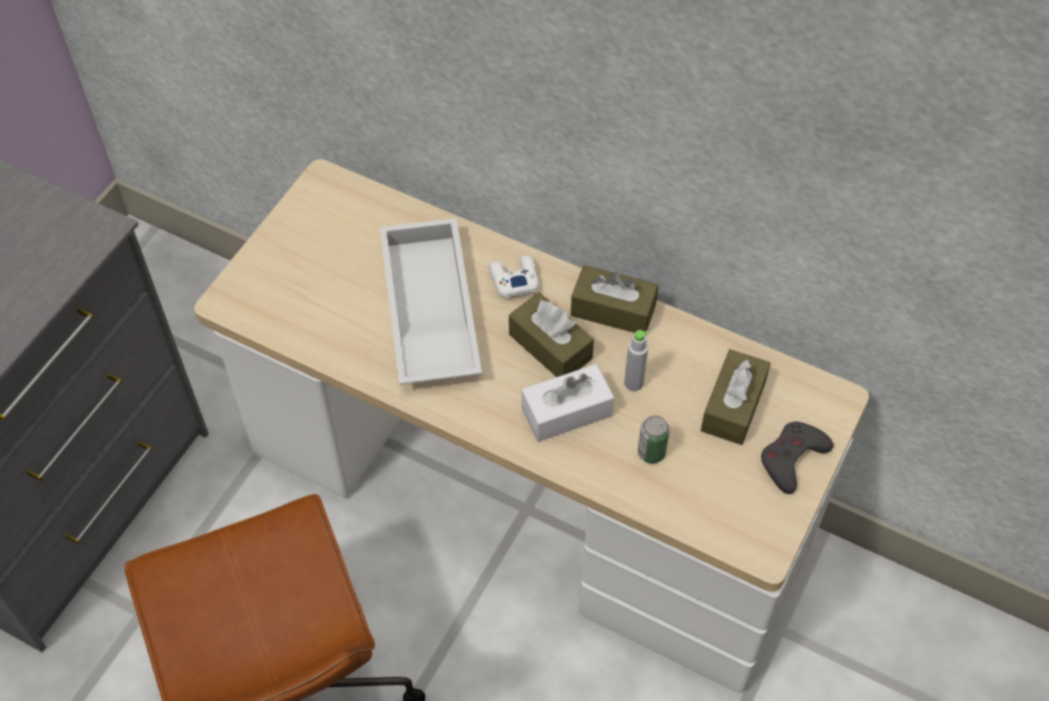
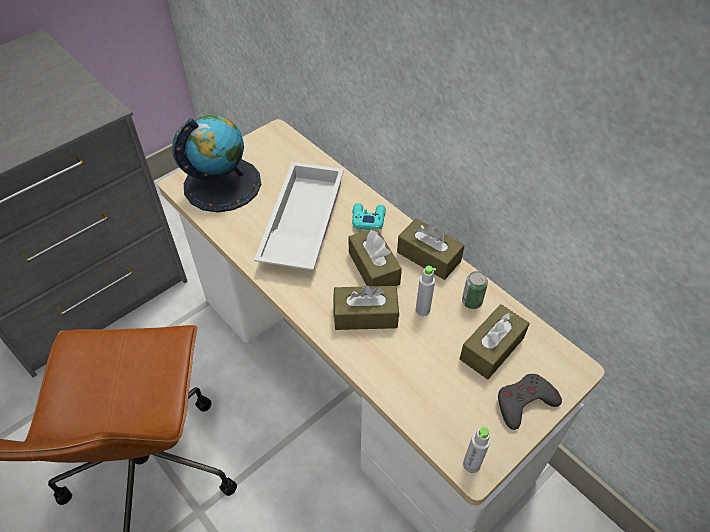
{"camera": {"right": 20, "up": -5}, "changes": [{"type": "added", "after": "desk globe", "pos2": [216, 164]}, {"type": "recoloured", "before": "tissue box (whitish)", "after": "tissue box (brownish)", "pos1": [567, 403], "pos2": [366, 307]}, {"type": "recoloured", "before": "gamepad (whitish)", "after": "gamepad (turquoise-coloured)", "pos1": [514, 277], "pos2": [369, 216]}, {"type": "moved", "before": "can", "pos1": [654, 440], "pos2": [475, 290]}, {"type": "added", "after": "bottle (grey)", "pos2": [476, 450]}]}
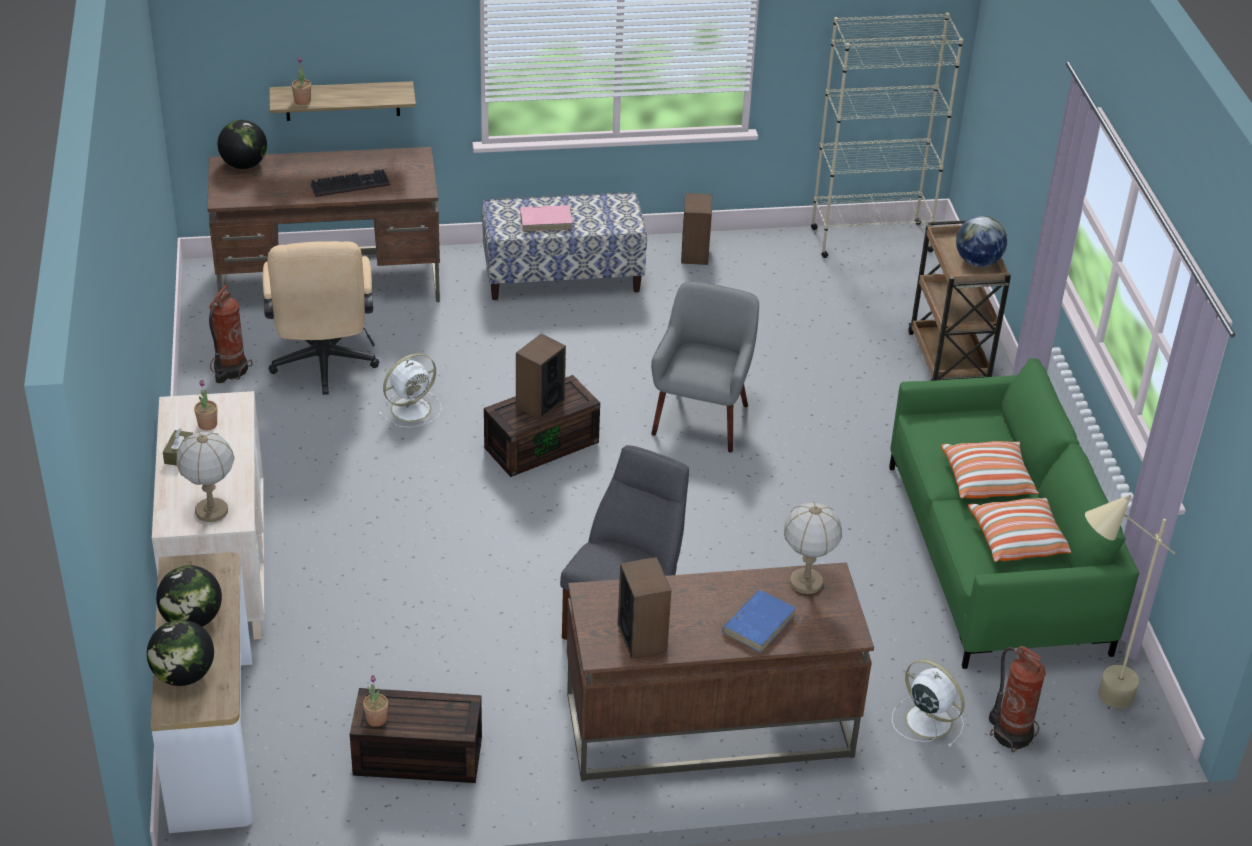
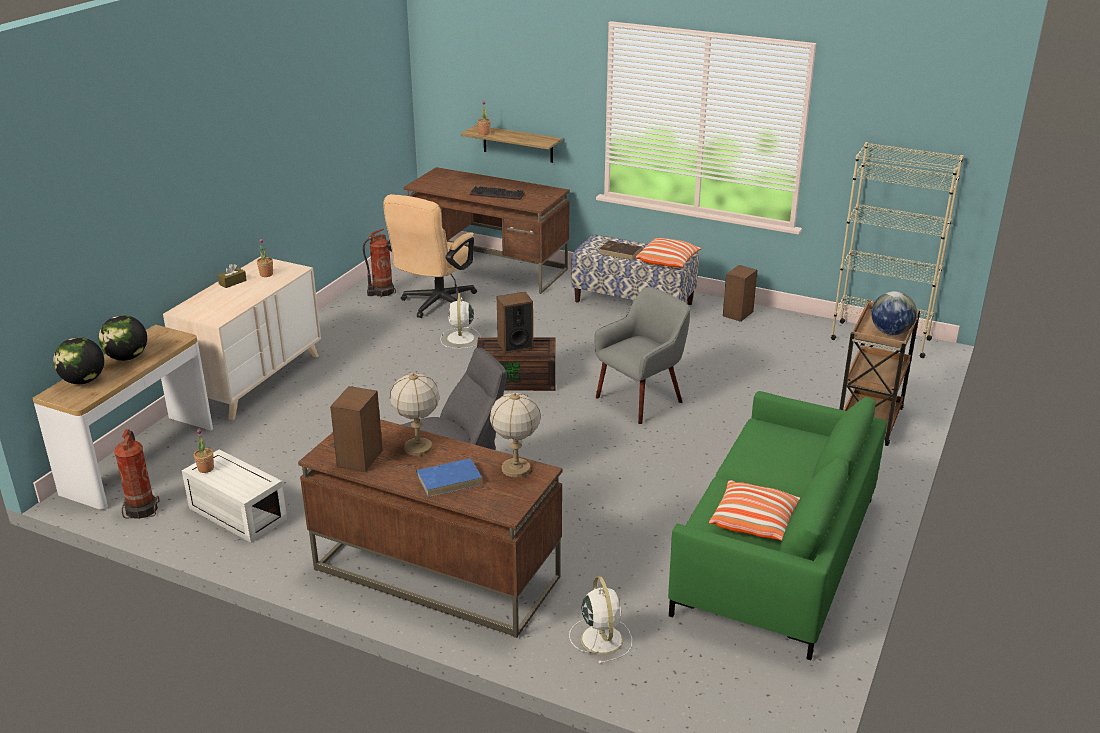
{"camera": {"right": 35, "up": -10}, "changes": [{"type": "moved", "before": "extinguisher", "pos1": [1017, 699], "pos2": [137, 474]}, {"type": "recoloured", "before": "storage box (brownish)", "after": "storage box (whitish)", "pos1": [416, 735], "pos2": [234, 496]}, {"type": "moved", "before": "table lamp", "pos1": [205, 477], "pos2": [415, 414]}, {"type": "turned", "before": "cooling fan (whitish)", "pos1": [410, 390], "pos2": [460, 321], "turn": 90}, {"type": "recoloured", "before": "bound book (pinkish)", "after": "bound book (brownish)", "pos1": [546, 218], "pos2": [621, 250]}, {"type": "moved", "before": "pillow", "pos1": [990, 470], "pos2": [668, 252]}, {"type": "removed", "before": "desk globe", "pos1": [242, 144]}, {"type": "removed", "before": "floor lamp (beige)", "pos1": [1130, 601]}]}
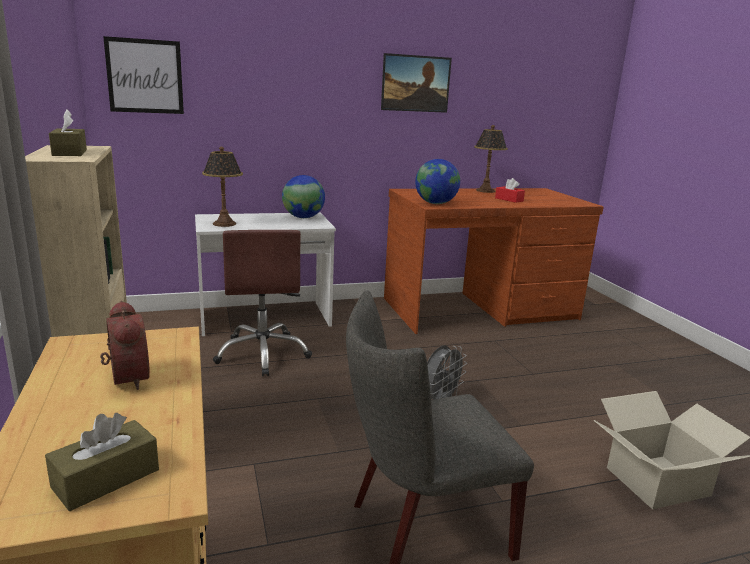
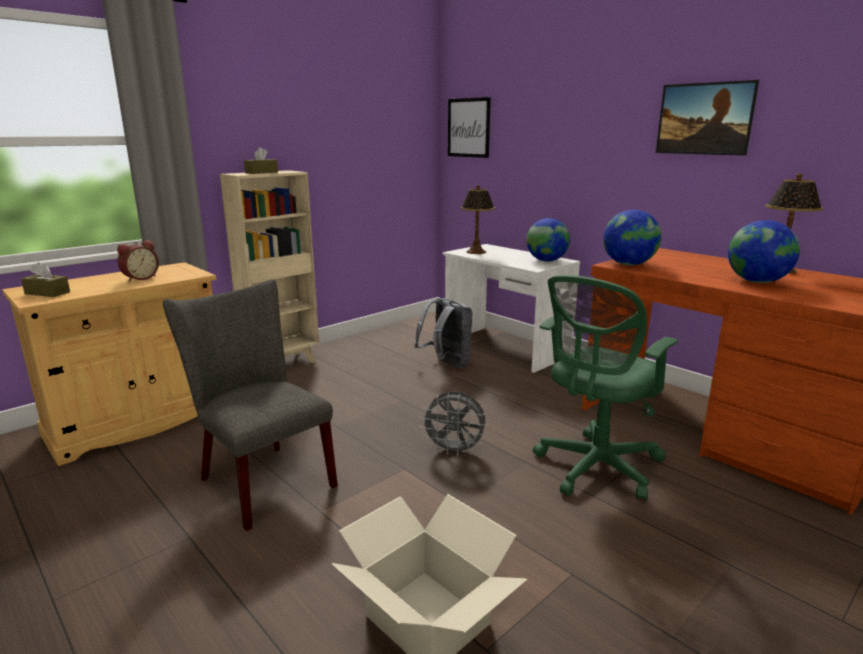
{"camera": {"right": 65, "up": 0}, "changes": [{"type": "replaced", "before": "desk chair (brownish)", "after": "rucksack (grey)", "pos1": [262, 303], "pos2": [443, 333]}, {"type": "added", "after": "desk chair (green)", "pos2": [605, 388]}, {"type": "replaced", "before": "tissue box (red-coloured)", "after": "desk globe", "pos1": [510, 190], "pos2": [764, 251]}]}
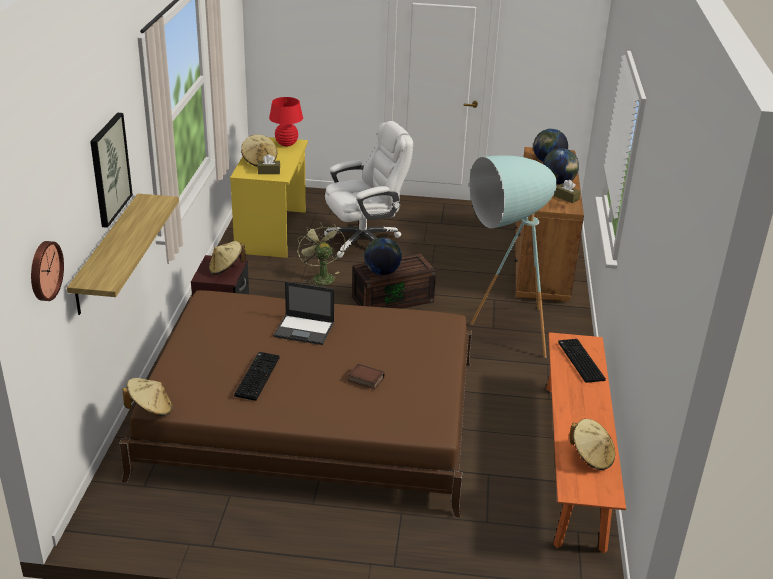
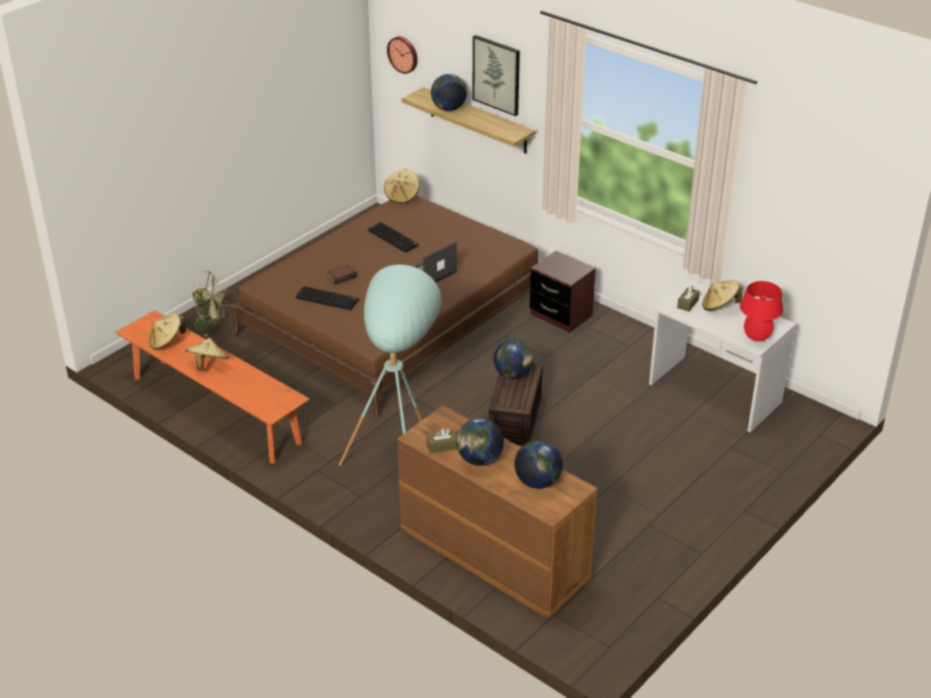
{"camera": {"right": 125, "up": 5}, "changes": [{"type": "moved", "before": "clothing hat (beige)", "pos1": [227, 258], "pos2": [207, 354]}, {"type": "moved", "before": "cooling fan (green)", "pos1": [321, 255], "pos2": [209, 304]}, {"type": "moved", "before": "PC keyboard", "pos1": [582, 361], "pos2": [327, 298]}, {"type": "added", "after": "desk globe", "pos2": [449, 92]}, {"type": "recoloured", "before": "desk (yellow-coloured)", "after": "desk (whitish)", "pos1": [269, 197], "pos2": [722, 355]}, {"type": "removed", "before": "desk chair (whitish)", "pos1": [368, 189]}]}
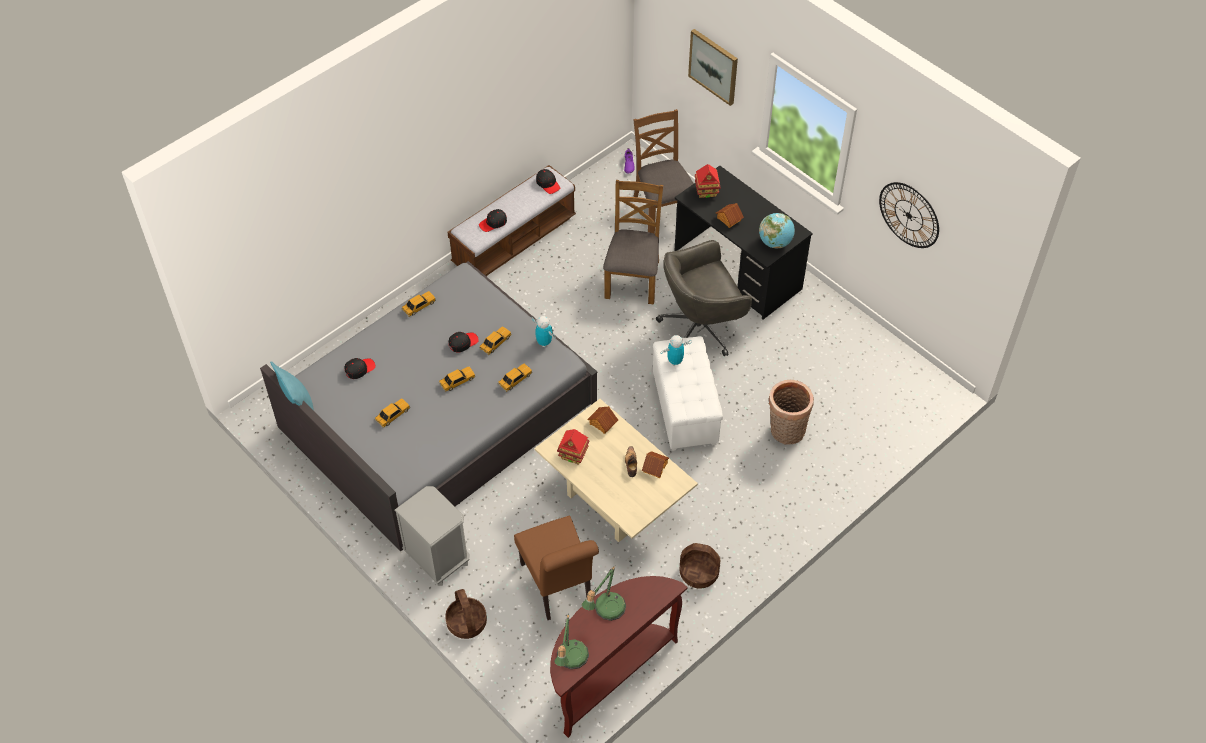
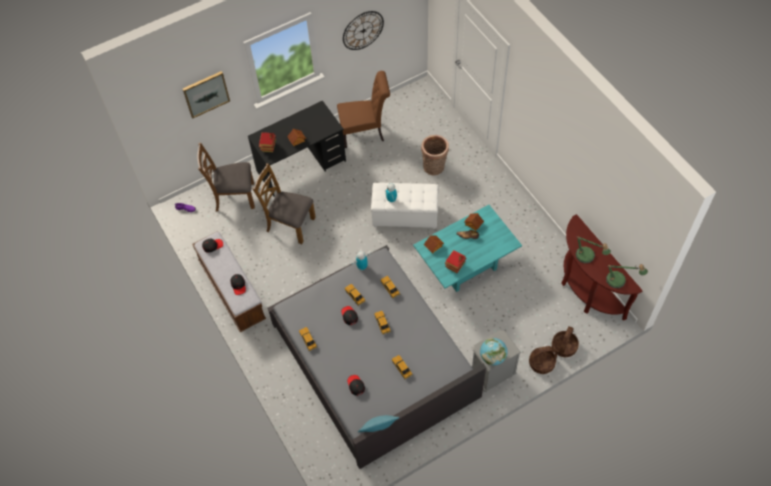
{"camera": {"right": -75, "up": 5}, "changes": [{"type": "moved", "before": "upright chair (brownish)", "pos1": [556, 568], "pos2": [363, 109]}, {"type": "recoloured", "before": "lounge table (beige)", "after": "lounge table (turquoise-coloured)", "pos1": [616, 470], "pos2": [467, 248]}, {"type": "moved", "before": "desk globe", "pos1": [777, 230], "pos2": [494, 352]}, {"type": "moved", "before": "household basket", "pos1": [700, 566], "pos2": [565, 341]}, {"type": "removed", "before": "desk chair (grey)", "pos1": [704, 298]}]}
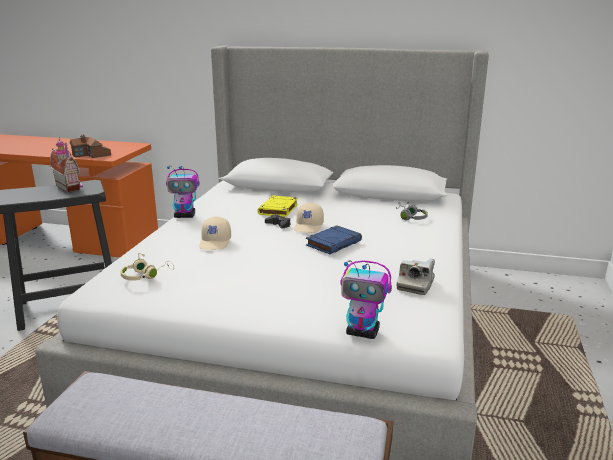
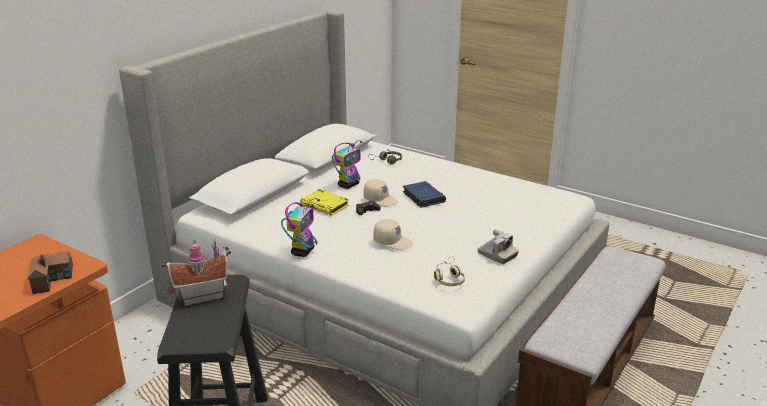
{"camera": {"right": -70, "up": 5}, "changes": [{"type": "moved", "before": "toy robot", "pos1": [366, 299], "pos2": [347, 164]}, {"type": "moved", "before": "photo camera", "pos1": [416, 276], "pos2": [498, 246]}]}
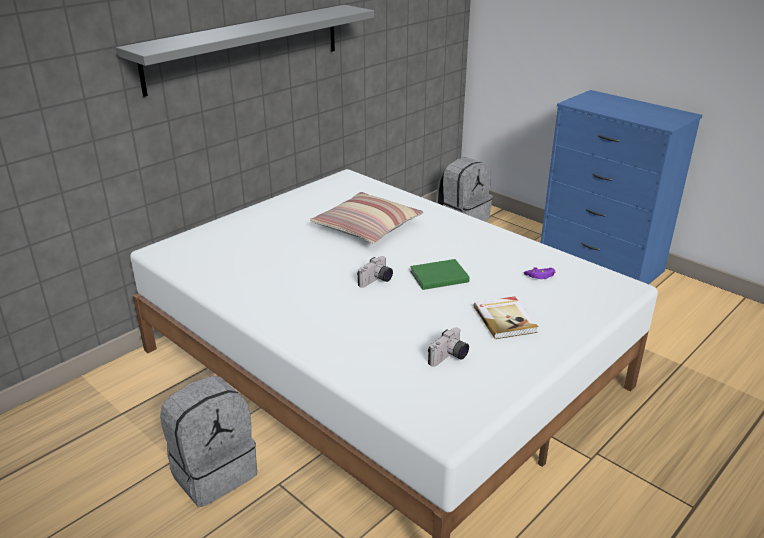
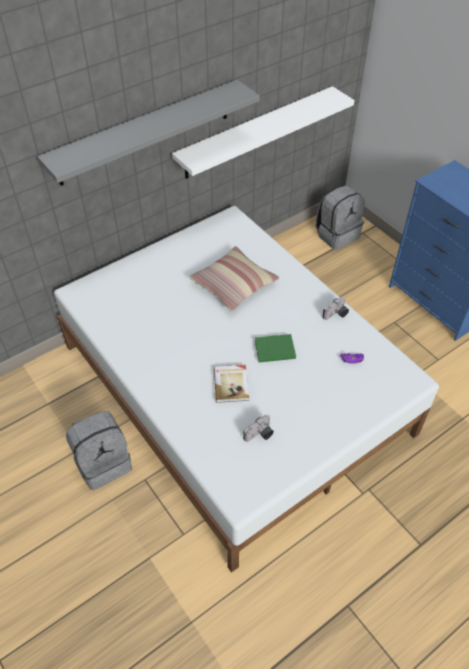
{"camera": {"right": 10, "up": 20}, "changes": [{"type": "added", "after": "shelf (whitish)", "pos2": [263, 132]}, {"type": "moved", "before": "bound book", "pos1": [505, 317], "pos2": [231, 384]}, {"type": "moved", "before": "photo camera", "pos1": [375, 272], "pos2": [335, 308]}]}
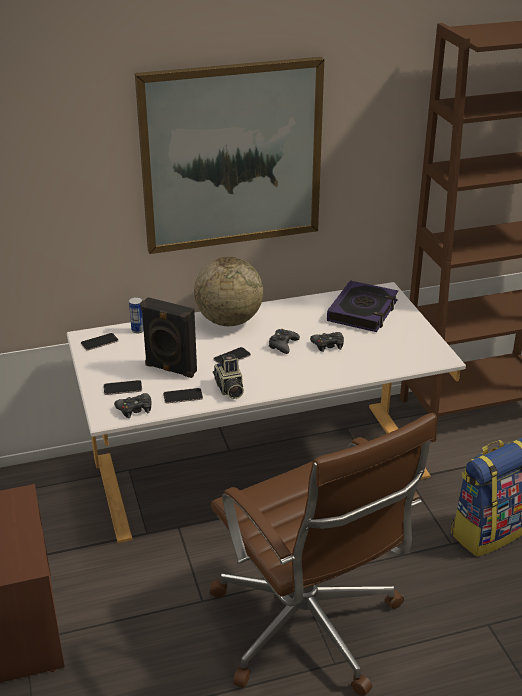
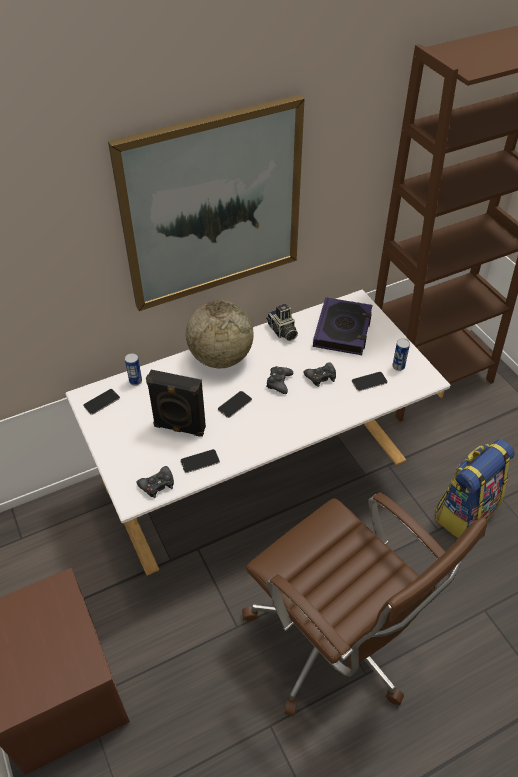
{"camera": {"right": -10, "up": 15}, "changes": [{"type": "moved", "before": "photo camera", "pos1": [228, 376], "pos2": [282, 322]}, {"type": "moved", "before": "handset", "pos1": [122, 387], "pos2": [370, 381]}, {"type": "added", "after": "can", "pos2": [401, 355]}]}
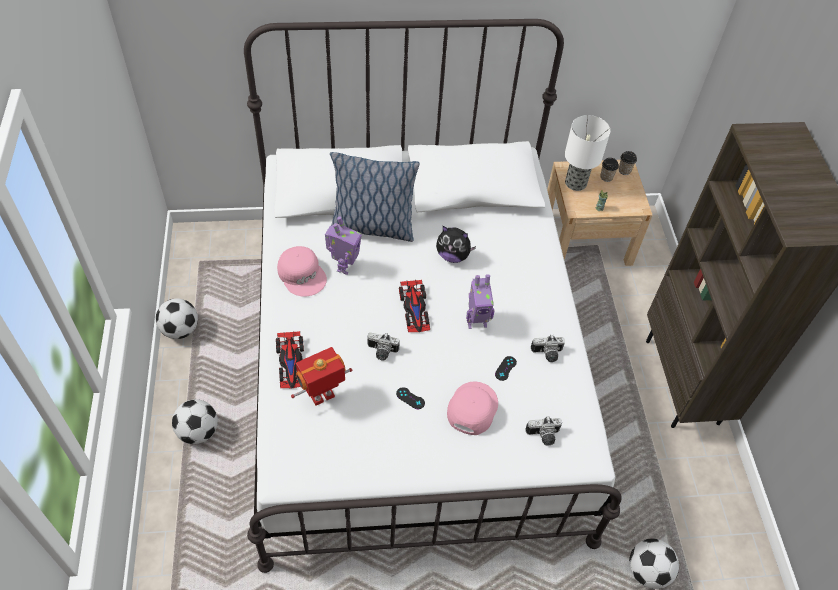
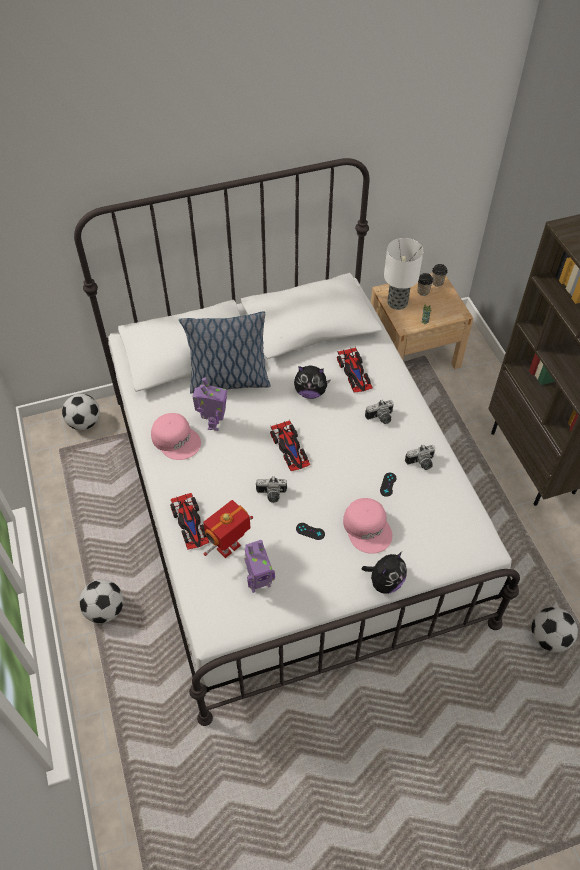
{"camera": {"right": -10, "up": 0}, "changes": [{"type": "moved", "before": "football ball", "pos1": [177, 318], "pos2": [81, 412]}, {"type": "moved", "before": "toy robot", "pos1": [480, 301], "pos2": [260, 566]}, {"type": "added", "after": "toy car", "pos2": [354, 370]}, {"type": "turned", "before": "cap (pinkish)", "pos1": [472, 408], "pos2": [368, 526], "turn": 150}, {"type": "added", "after": "soft toy", "pos2": [384, 573]}, {"type": "moved", "before": "photo camera", "pos1": [543, 431], "pos2": [379, 412]}]}
